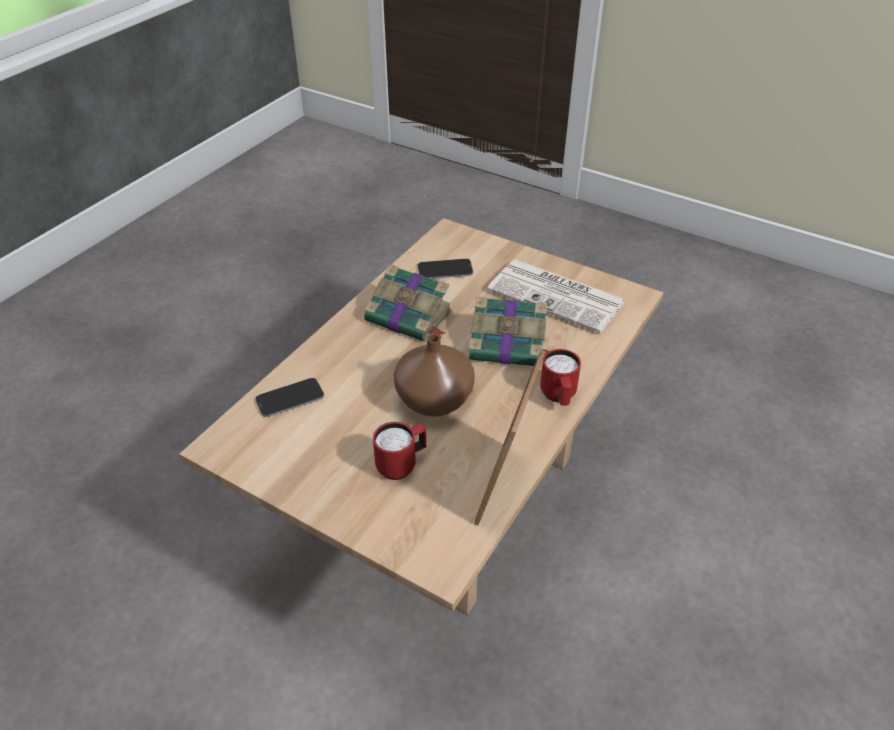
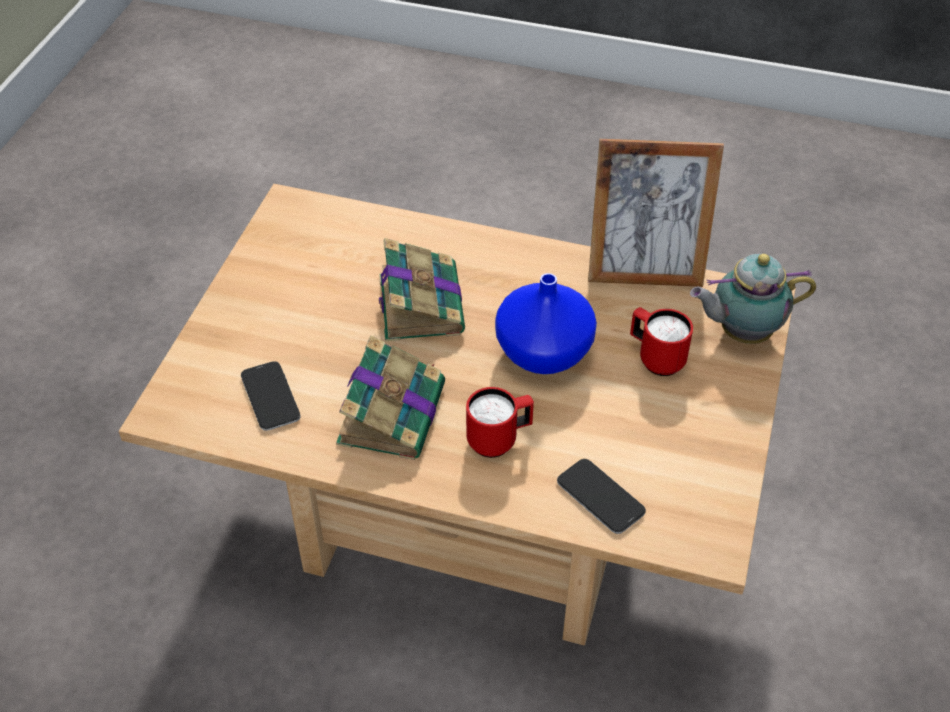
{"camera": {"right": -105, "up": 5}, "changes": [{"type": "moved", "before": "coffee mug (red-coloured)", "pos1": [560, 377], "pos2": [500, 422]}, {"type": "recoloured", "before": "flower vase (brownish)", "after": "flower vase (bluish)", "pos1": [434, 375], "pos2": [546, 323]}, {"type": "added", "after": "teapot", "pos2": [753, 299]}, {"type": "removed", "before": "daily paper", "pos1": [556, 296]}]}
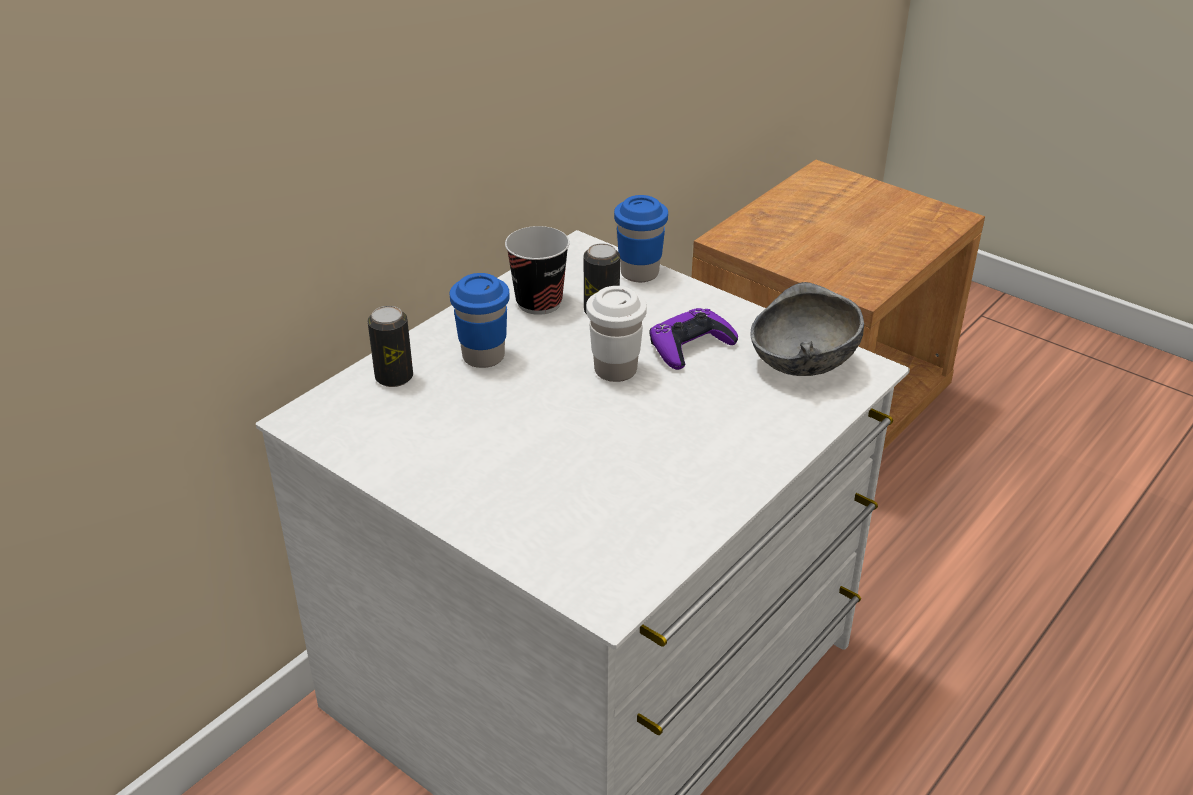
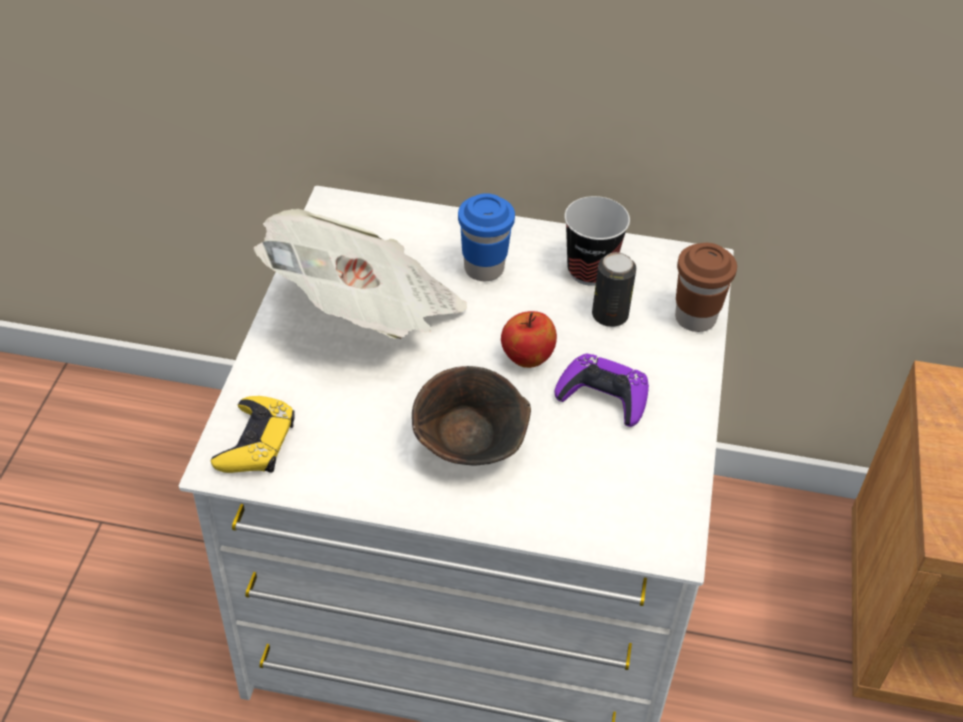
{"camera": {"right": 60, "up": 10}, "changes": [{"type": "added", "after": "gamepad (yellow-coloured)", "pos2": [253, 434]}, {"type": "added", "after": "daily paper", "pos2": [360, 274]}, {"type": "added", "after": "bowl (brownish)", "pos2": [471, 415]}, {"type": "replaced", "before": "cup (whitish)", "after": "whole apple", "pos1": [616, 334], "pos2": [529, 339]}, {"type": "recoloured", "before": "cup (bluish)", "after": "cup (brownish)", "pos1": [641, 238], "pos2": [706, 287]}, {"type": "removed", "before": "can", "pos1": [390, 346]}, {"type": "removed", "before": "bowl (grey)", "pos1": [807, 329]}]}
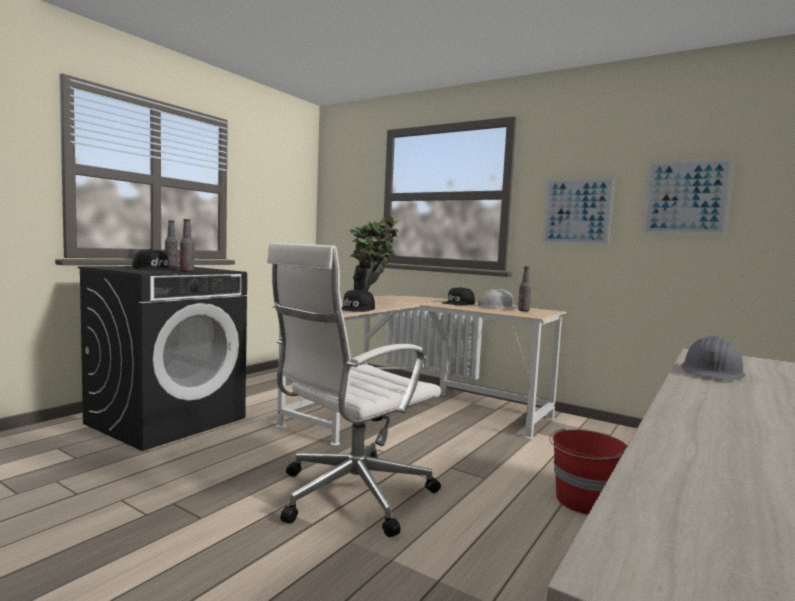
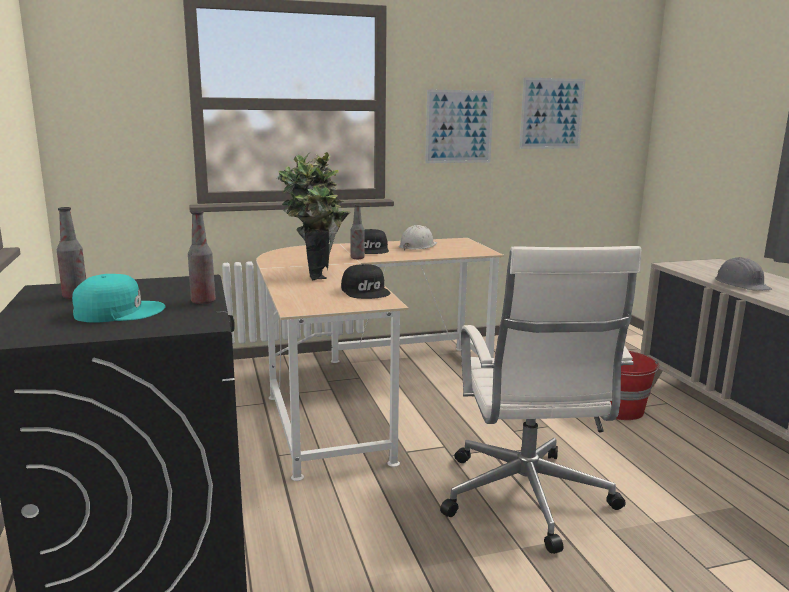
{"camera": {"right": -50, "up": 10}, "changes": [{"type": "recoloured", "before": "cap (blackish)", "after": "cap (turquoise-coloured)", "pos1": [154, 259], "pos2": [118, 298]}, {"type": "moved", "before": "bottle", "pos1": [524, 288], "pos2": [358, 231]}]}
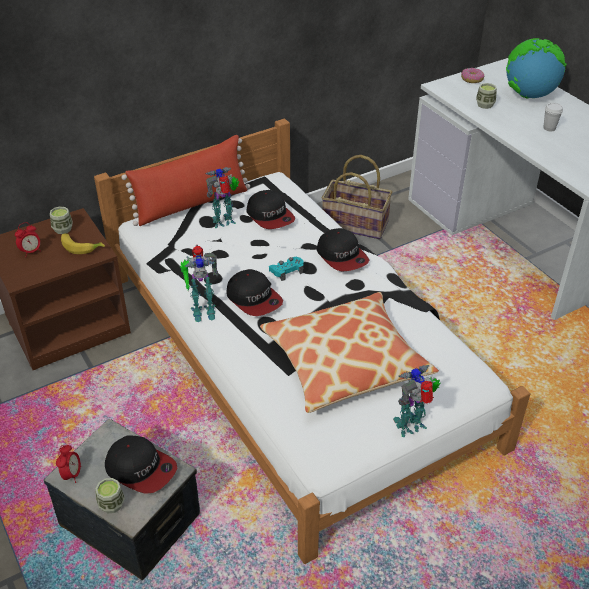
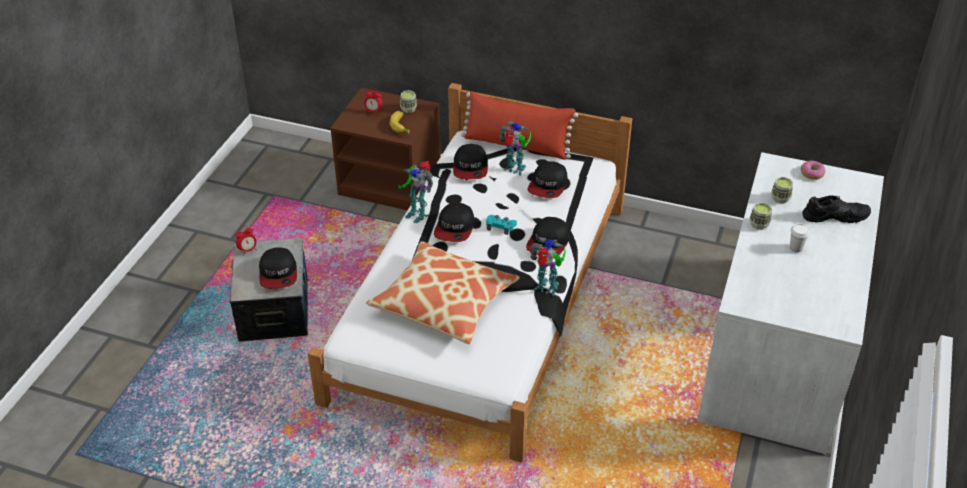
{"camera": {"right": 50, "up": 0}, "changes": [{"type": "added", "after": "cap", "pos2": [470, 161]}, {"type": "moved", "before": "toy robot", "pos1": [417, 401], "pos2": [548, 267]}, {"type": "moved", "before": "cup", "pos1": [110, 495], "pos2": [760, 216]}, {"type": "replaced", "before": "desk globe", "after": "low shoe (blackish)", "pos1": [536, 68], "pos2": [836, 209]}, {"type": "removed", "before": "household basket", "pos1": [357, 197]}]}
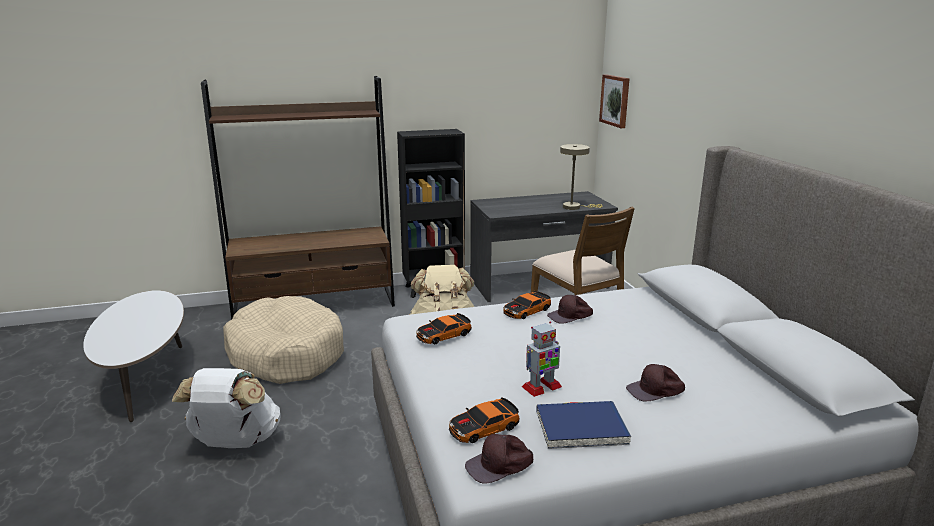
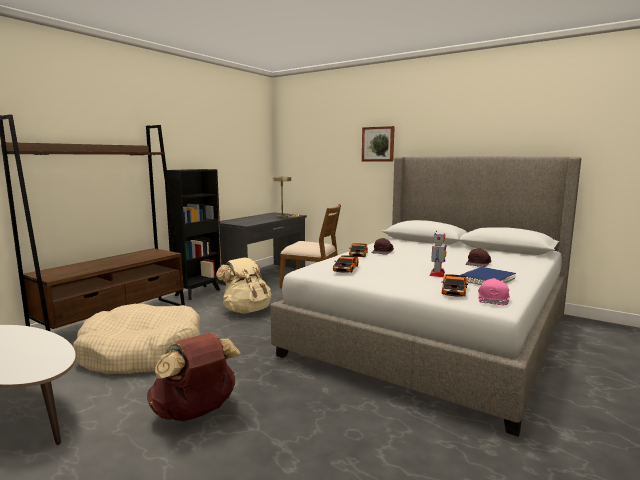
{"camera": {"right": -40, "up": -10}, "changes": [{"type": "recoloured", "before": "rucksack (whitish)", "after": "rucksack (brownish)", "pos1": [226, 408], "pos2": [194, 377]}, {"type": "moved", "before": "wall picture", "pos1": [614, 101], "pos2": [378, 144]}, {"type": "recoloured", "before": "cap (brownish)", "after": "cap (pinkish)", "pos1": [499, 459], "pos2": [494, 291]}]}
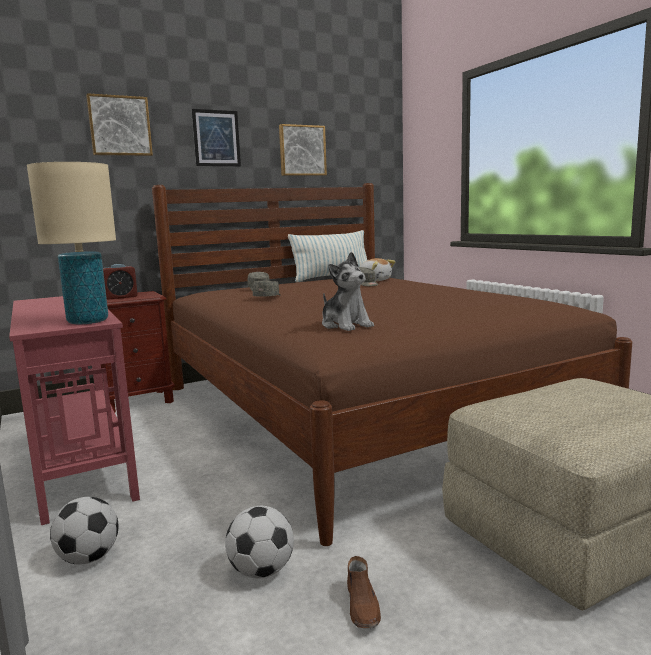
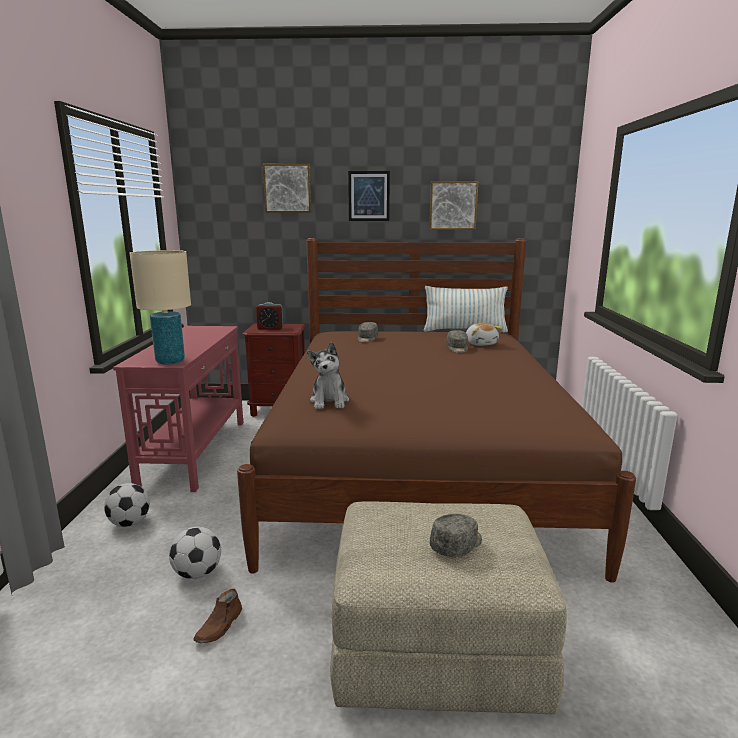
{"camera": {"right": 30, "up": 5}, "changes": [{"type": "moved", "before": "cap (grey)", "pos1": [267, 289], "pos2": [456, 535]}]}
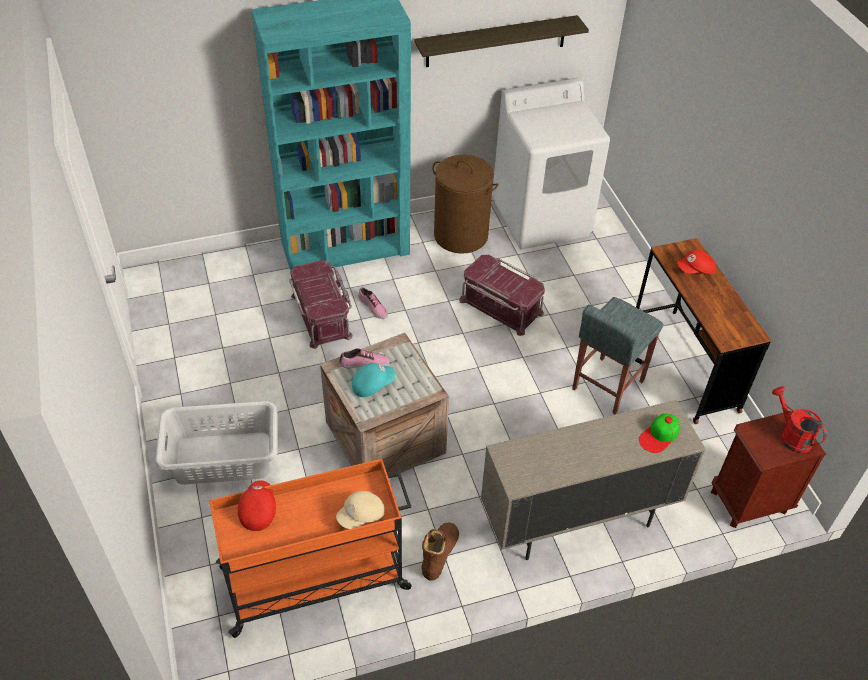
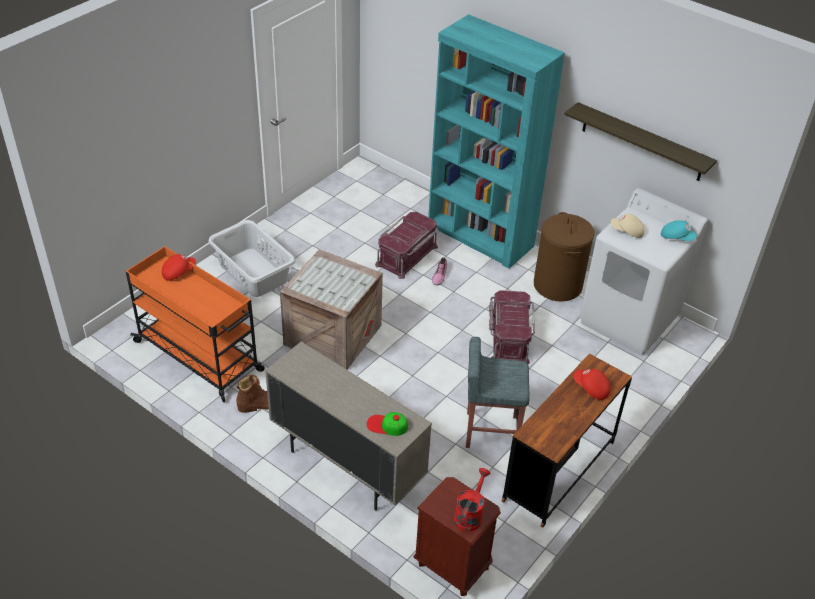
{"camera": {"right": 55, "up": -5}, "changes": [{"type": "moved", "before": "cap (beige)", "pos1": [360, 510], "pos2": [628, 225]}, {"type": "moved", "before": "cap (turquoise-coloured)", "pos1": [373, 380], "pos2": [679, 230]}, {"type": "removed", "before": "low shoe", "pos1": [364, 358]}]}
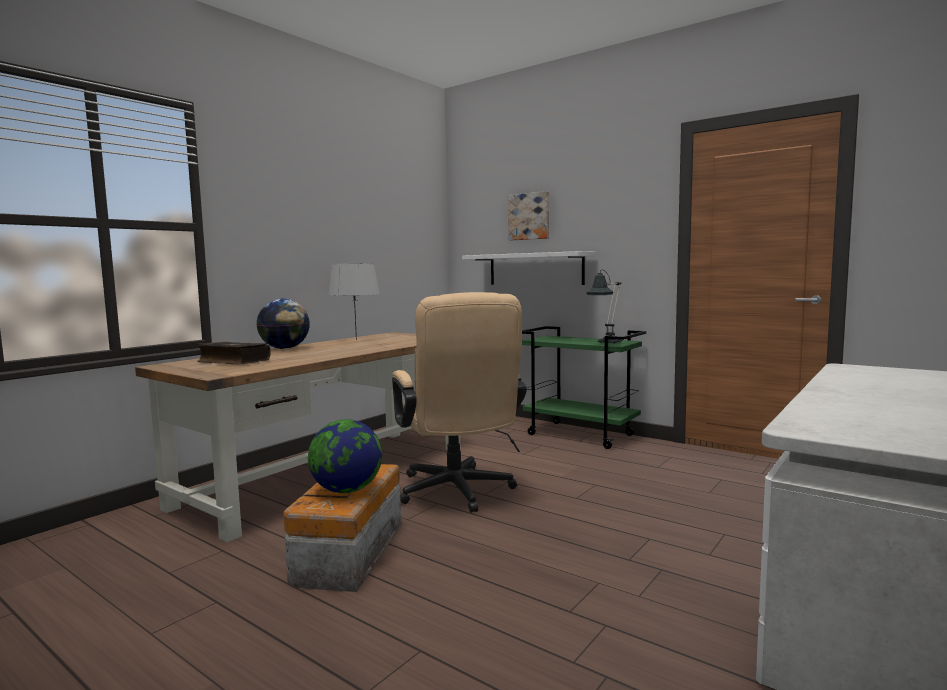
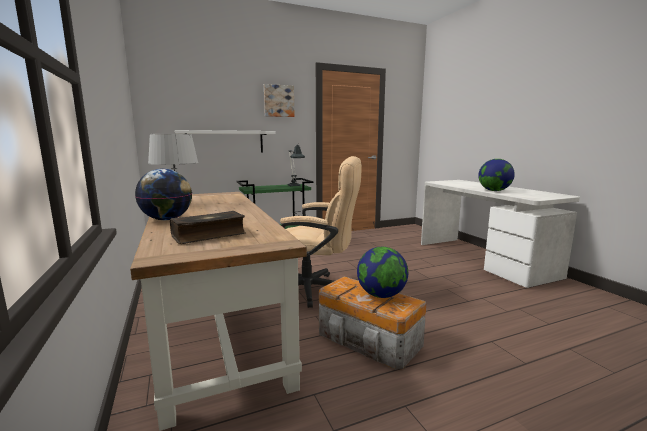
{"camera": {"right": -60, "up": 5}, "changes": [{"type": "moved", "before": "wall picture", "pos1": [528, 215], "pos2": [279, 100]}, {"type": "added", "after": "desk globe", "pos2": [496, 175]}]}
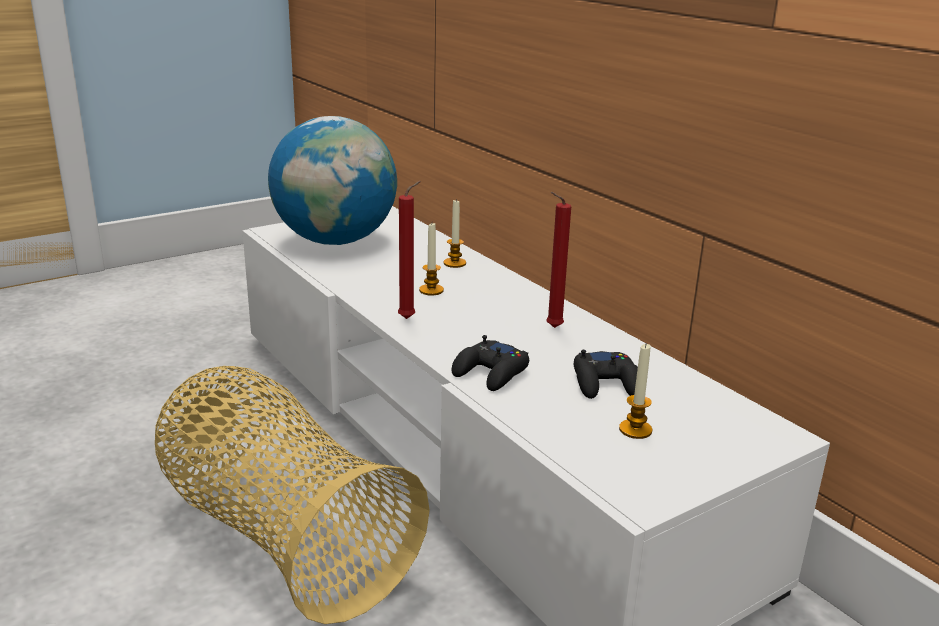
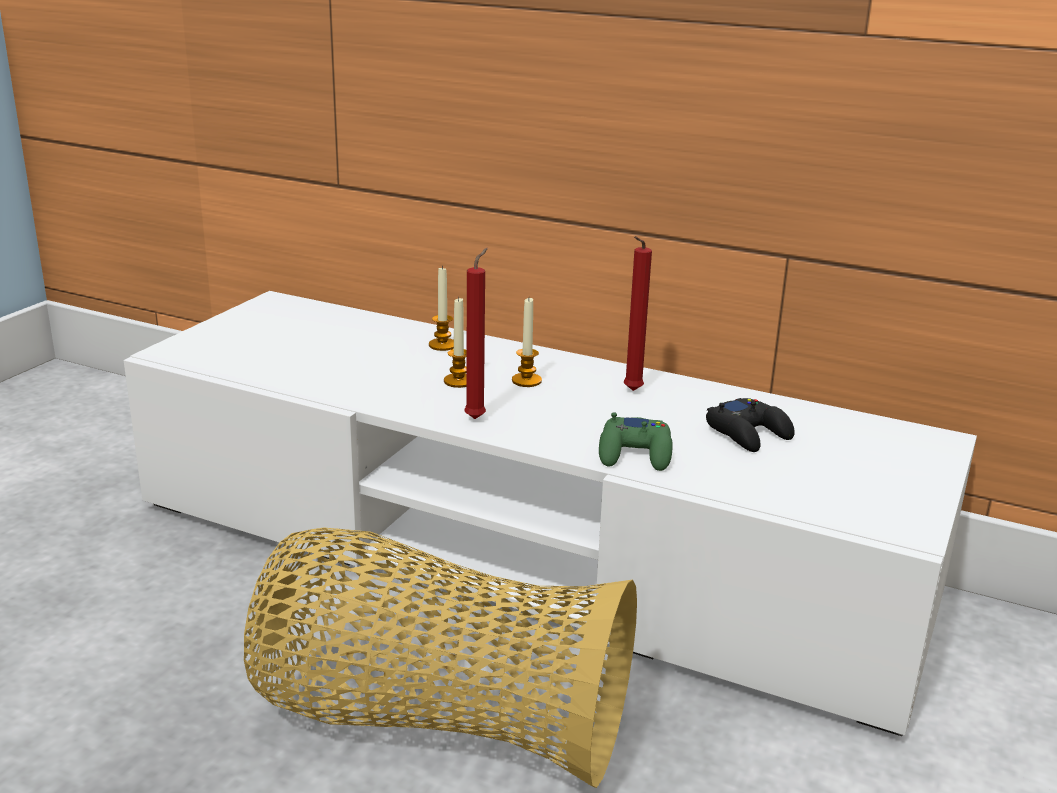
{"camera": {"right": -30, "up": 0}, "changes": [{"type": "moved", "before": "wax light", "pos1": [635, 391], "pos2": [527, 342]}, {"type": "recoloured", "before": "gamepad (blackish)", "after": "gamepad (green)", "pos1": [490, 363], "pos2": [636, 441]}, {"type": "removed", "before": "desk globe", "pos1": [332, 180]}]}
